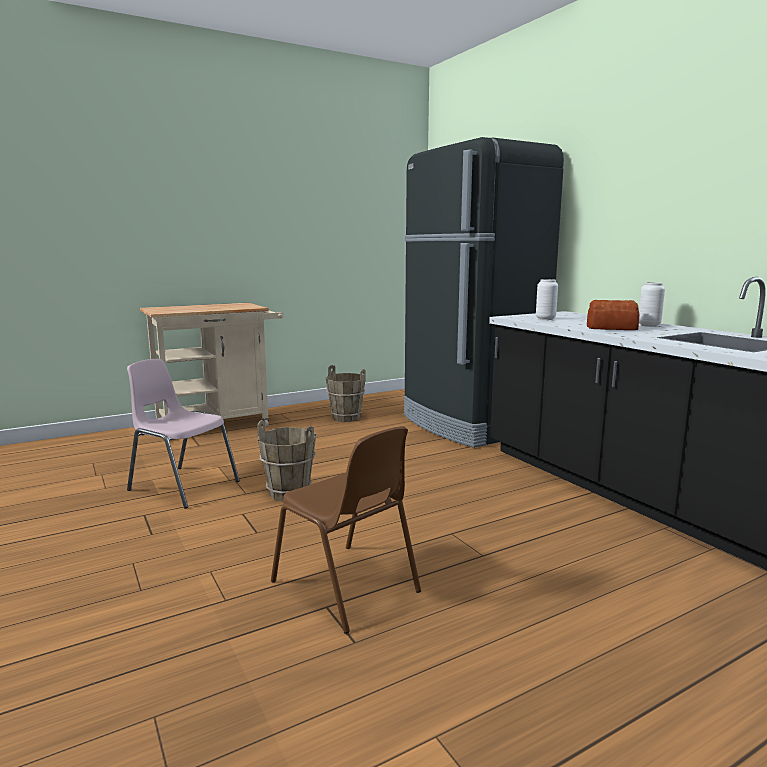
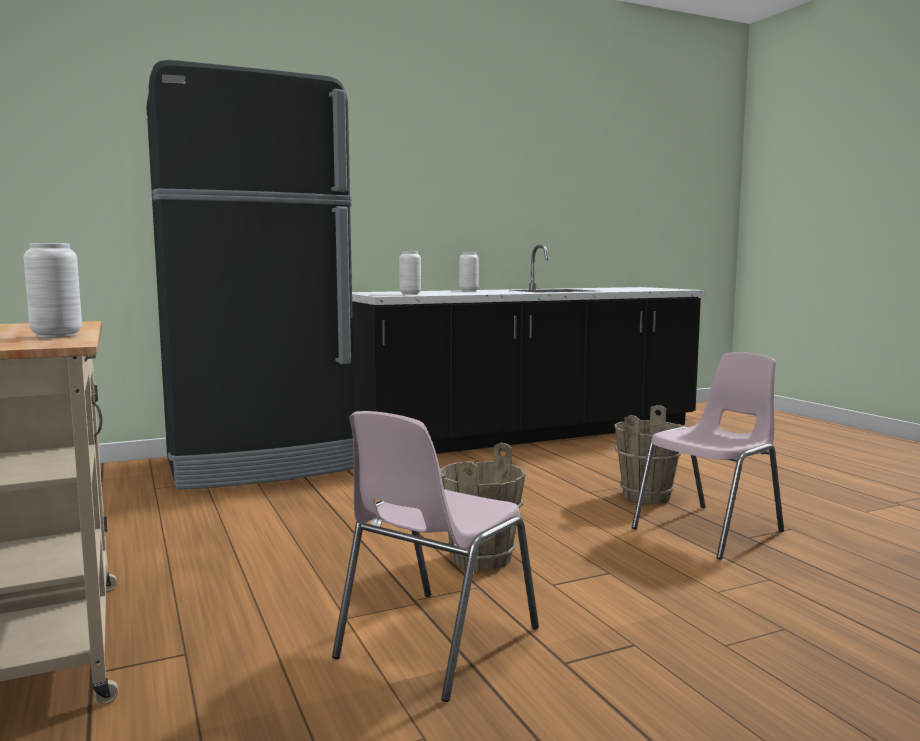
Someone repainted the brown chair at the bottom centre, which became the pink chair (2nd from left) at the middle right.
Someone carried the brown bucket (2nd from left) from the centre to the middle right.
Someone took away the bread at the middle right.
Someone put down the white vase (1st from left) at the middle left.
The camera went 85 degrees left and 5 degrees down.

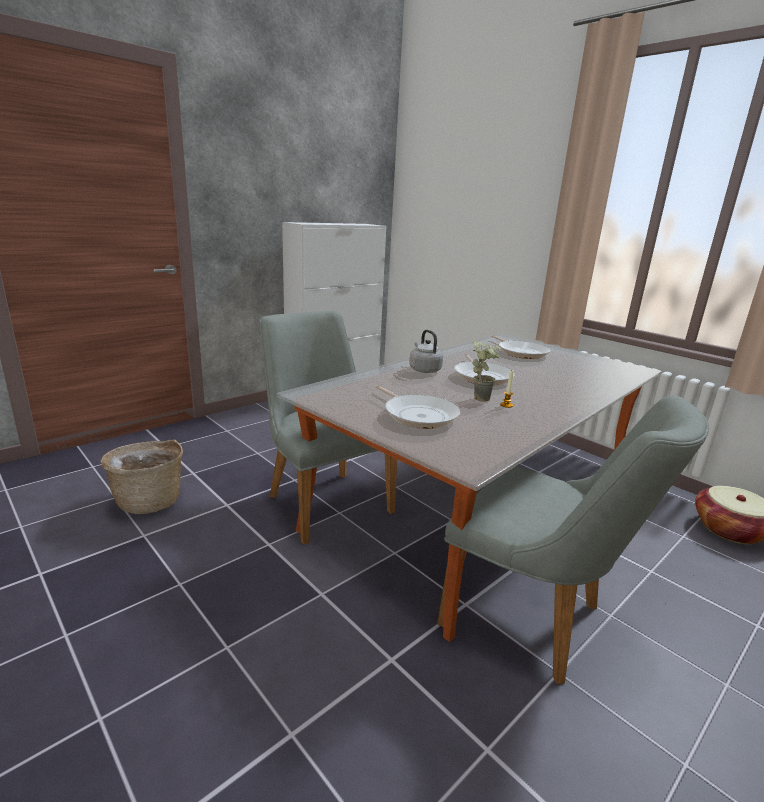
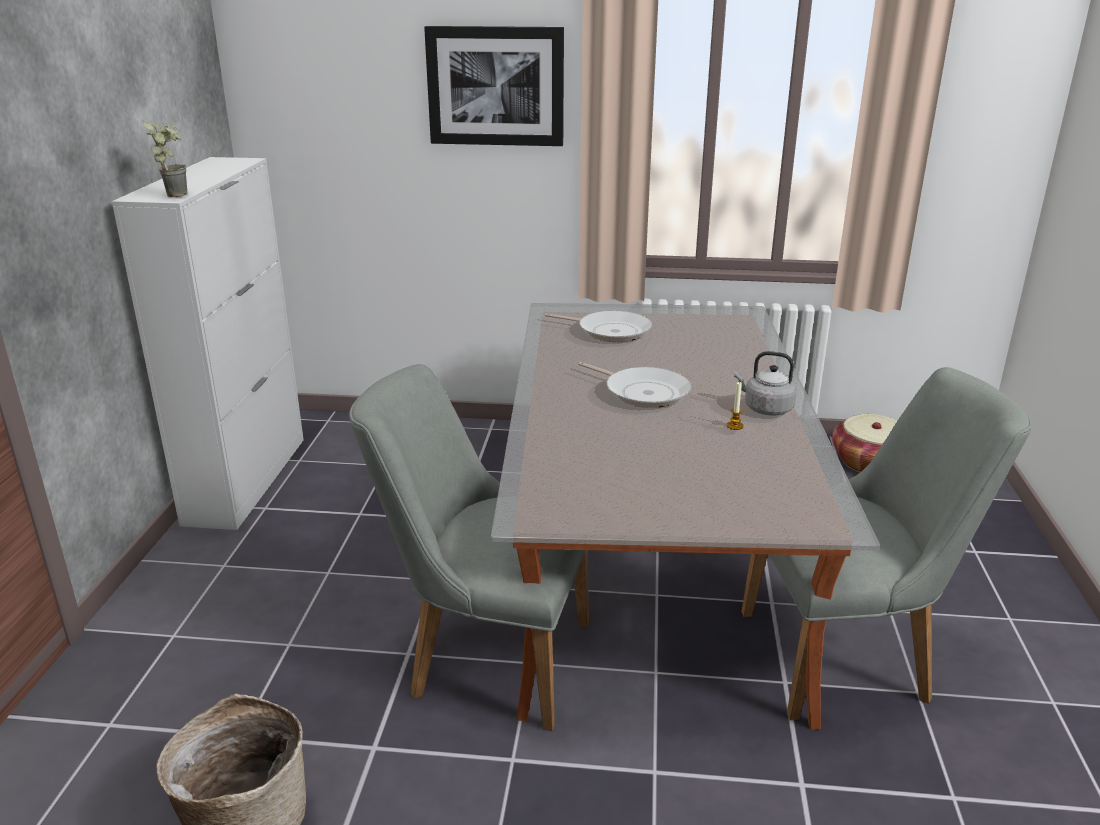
Someone took away the frying pan (1st from left) at the centre.
Someone carried the grey kettle from the centre to the middle right.
Someone carried the potted plant from the centre to the top left.
Someone put up the picture at the top centre.
The camera went 40 degrees left and 5 degrees up.

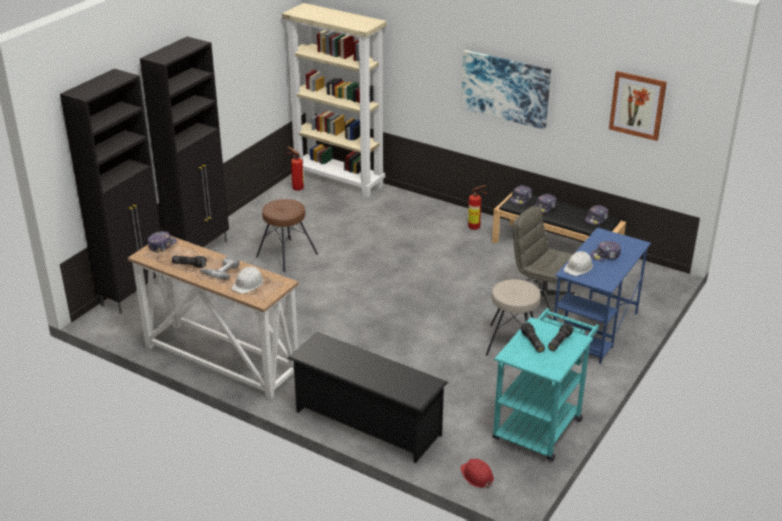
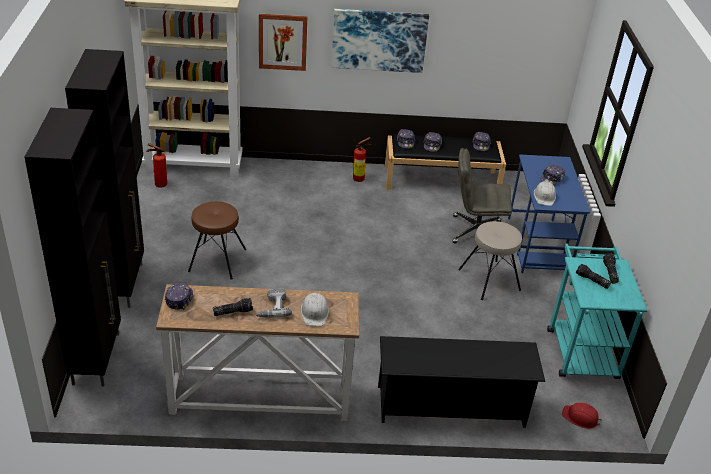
Someone carried the picture (2nd from left in the first image) from the top right to the top centre.
The camera went 35 degrees left and 5 degrees up.

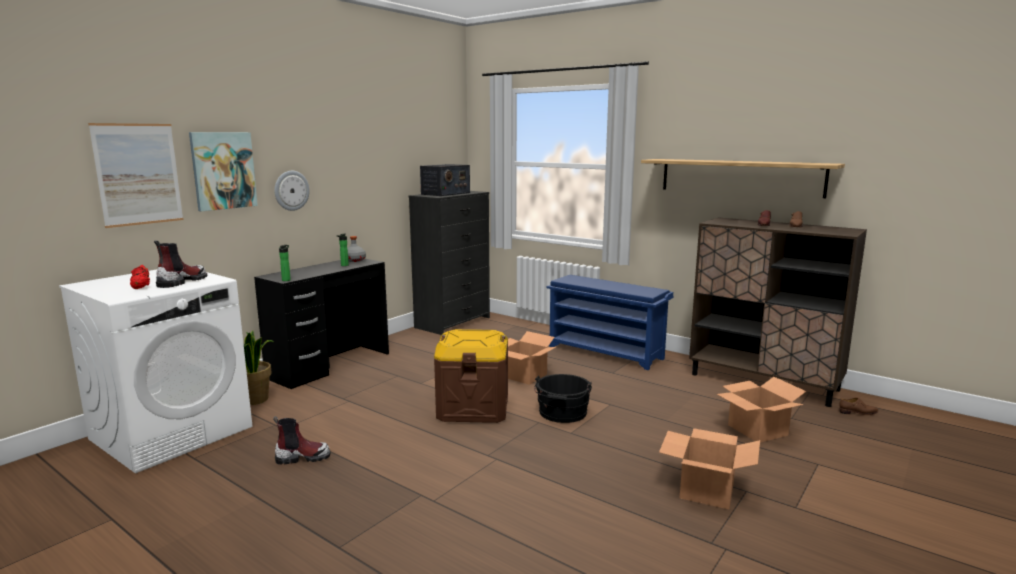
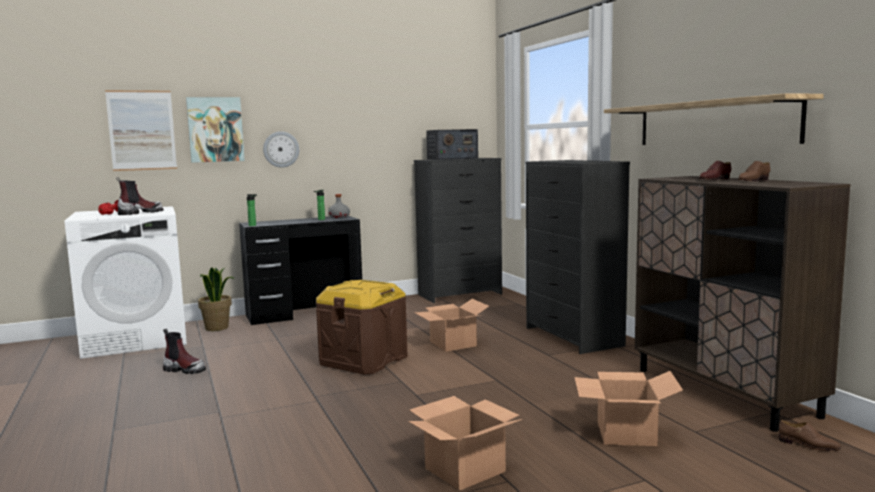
Someone took away the black bucket at the bottom centre.
Someone swapped the blue shoe rack at the centre for the black dresser (2nd from left) at the centre.
The camera went 30 degrees right and 5 degrees down.

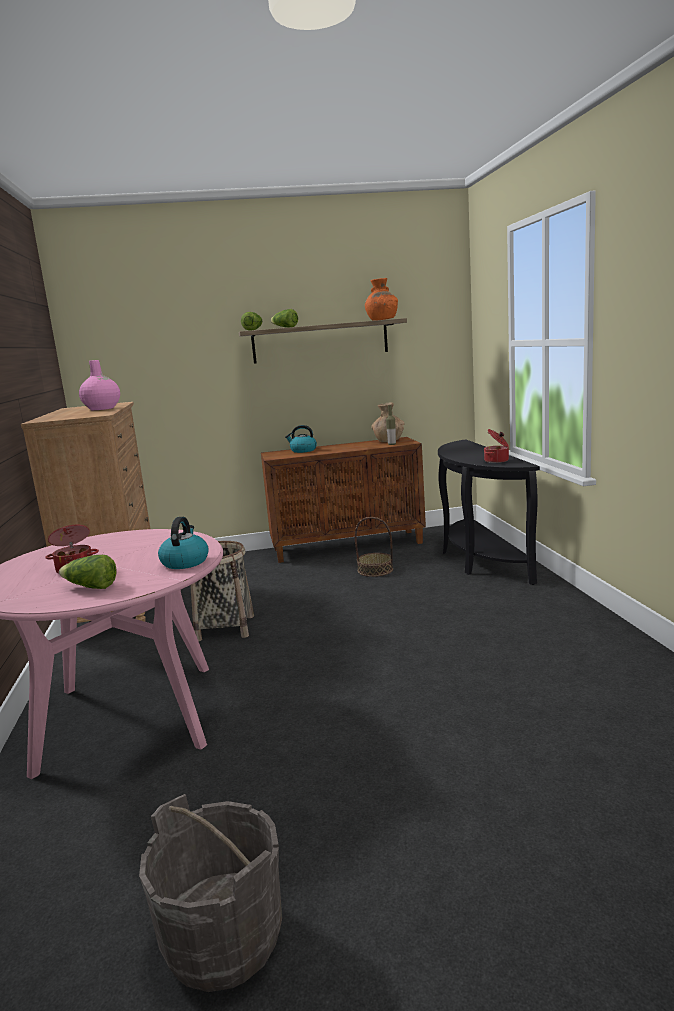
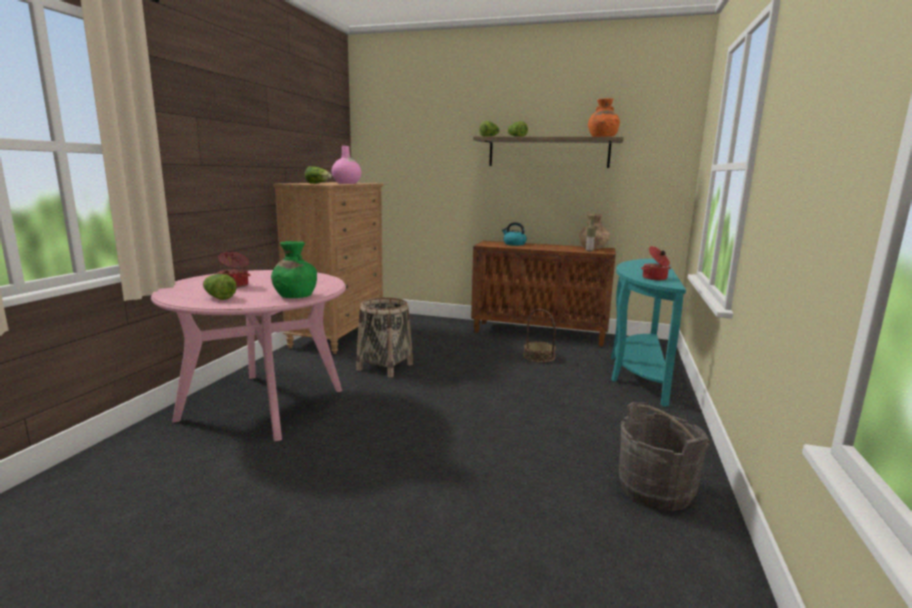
Someone carried the grey bucket from the bottom left to the bottom right.
Someone swapped the kettle (1st from left) at the middle left for the green vase at the middle left.
Someone repainted the black console table at the middle right, which became the turquoise console table at the middle right.
Someone put down the lettuce (2nd from left) at the top centre.
The camera went 25 degrees right and 0 degrees up.

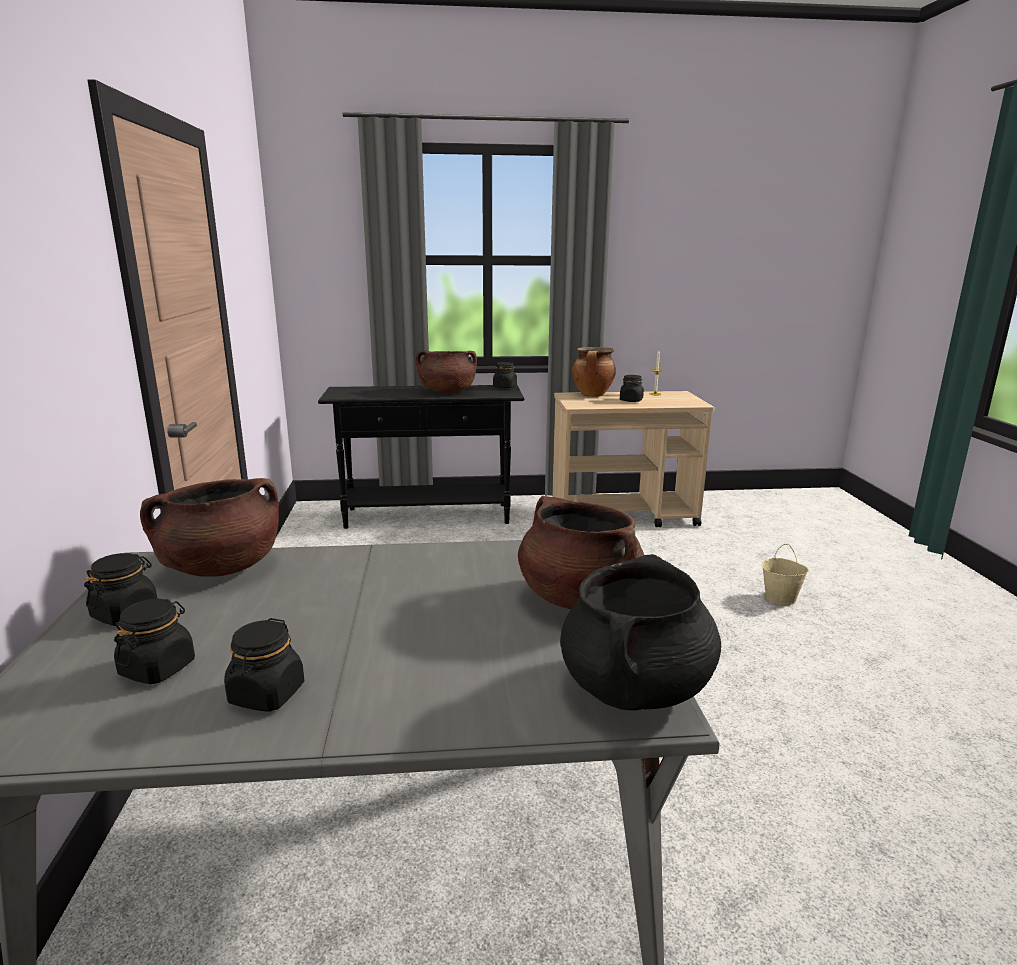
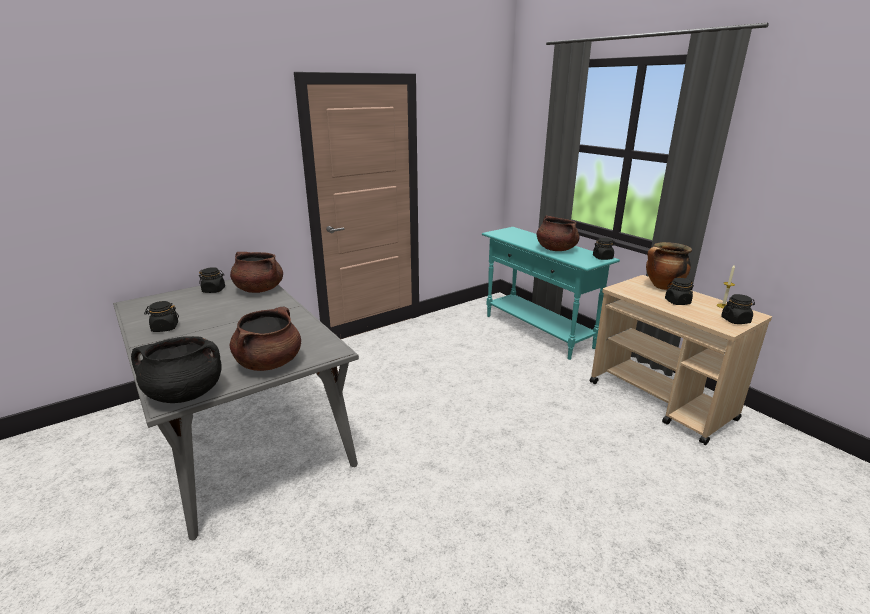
Someone carried the black jar (2nd from left in the first image) from the middle left to the middle right.
Someone repainted the black console table at the centre, which became the turquoise console table at the centre.
Someone took away the beige bucket at the middle right.
The camera went 60 degrees right and 5 degrees up.

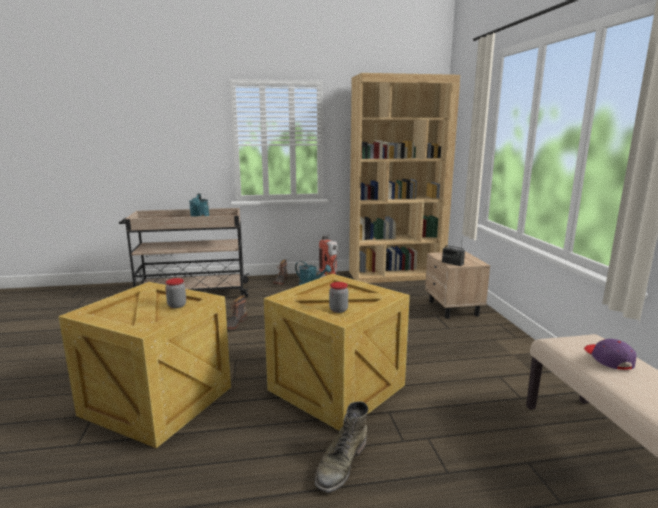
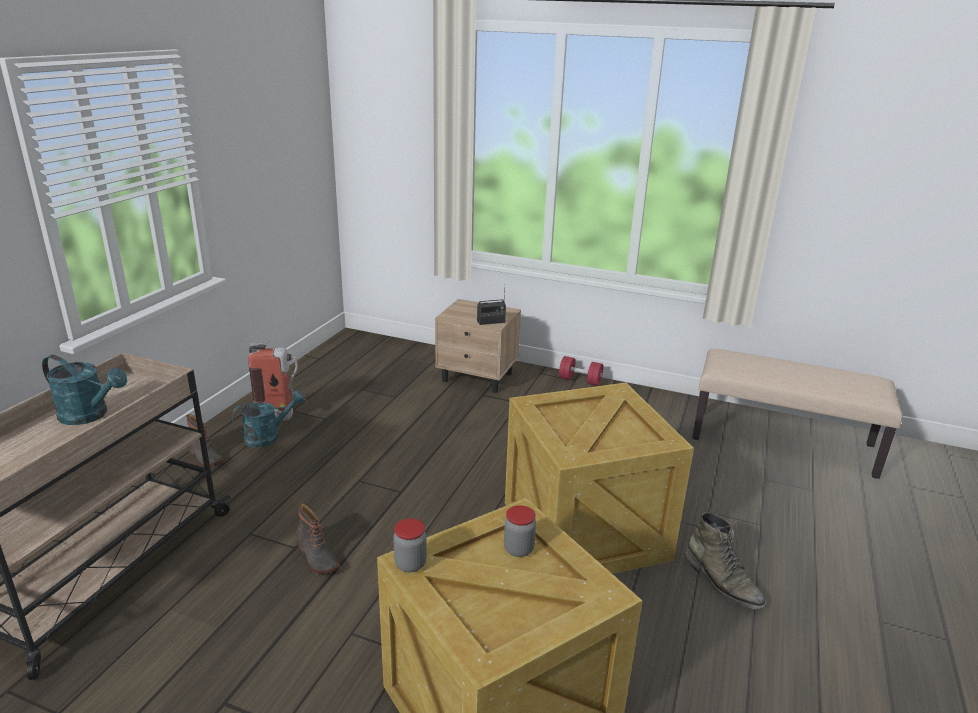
Someone carried the jar (2nd from left in the first image) from the centre to the bottom centre.
Someone took away the brown bookcase at the centre.
Someone took away the purple cap at the bottom right.
Someone put down the red dumbbell at the centre.
The camera went 60 degrees left and 10 degrees up.

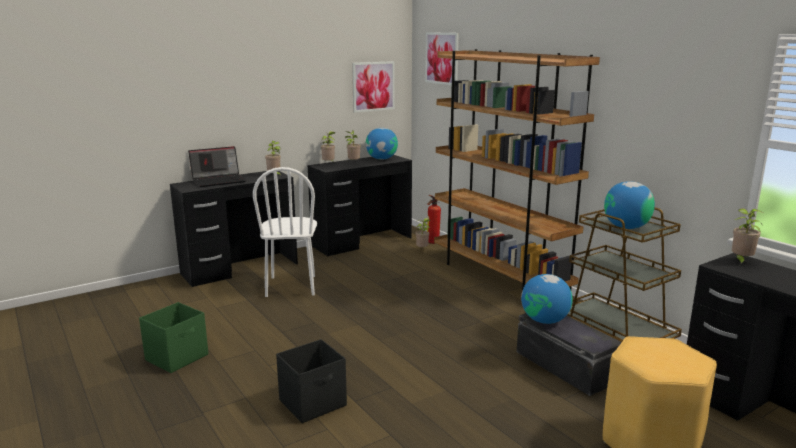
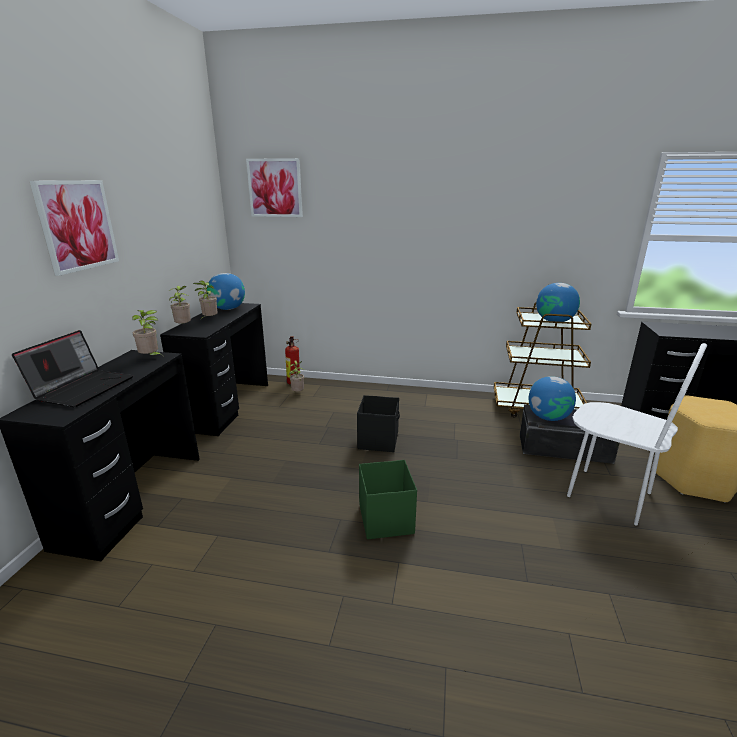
Someone carried the green storage box from the bottom left to the bottom centre.
Someone carried the white chair from the centre to the middle right.
Someone carried the black storage box (1st from left) from the bottom centre to the centre.
Someone carried the picture (1st from left) from the top centre to the top left.
Someone took away the brown bookcase at the centre.
Someone took away the potted plant (5th from left) at the middle right.
The camera went 45 degrees left and 5 degrees up.

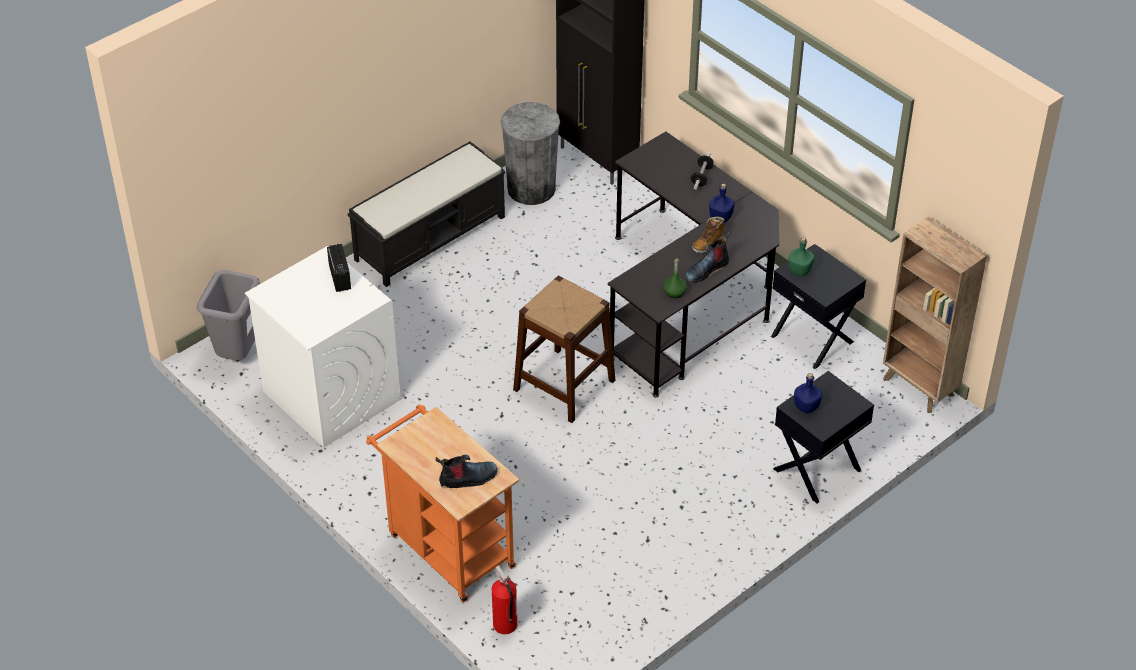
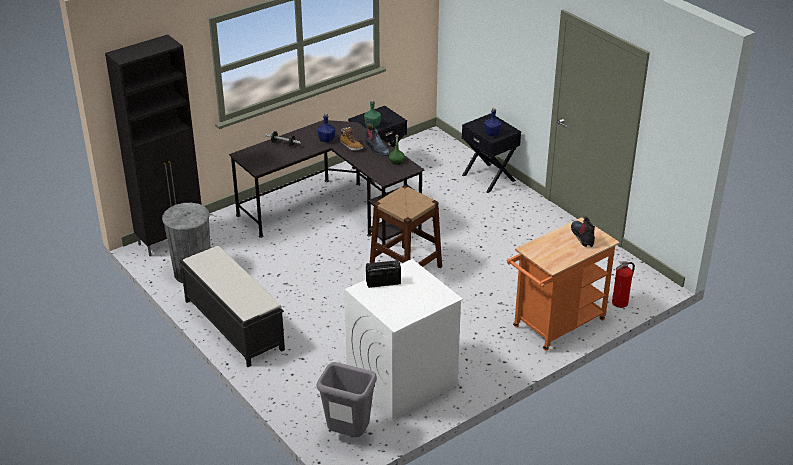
Someone took away the brown bookcase at the middle right.
The camera went 85 degrees left and 10 degrees down.

